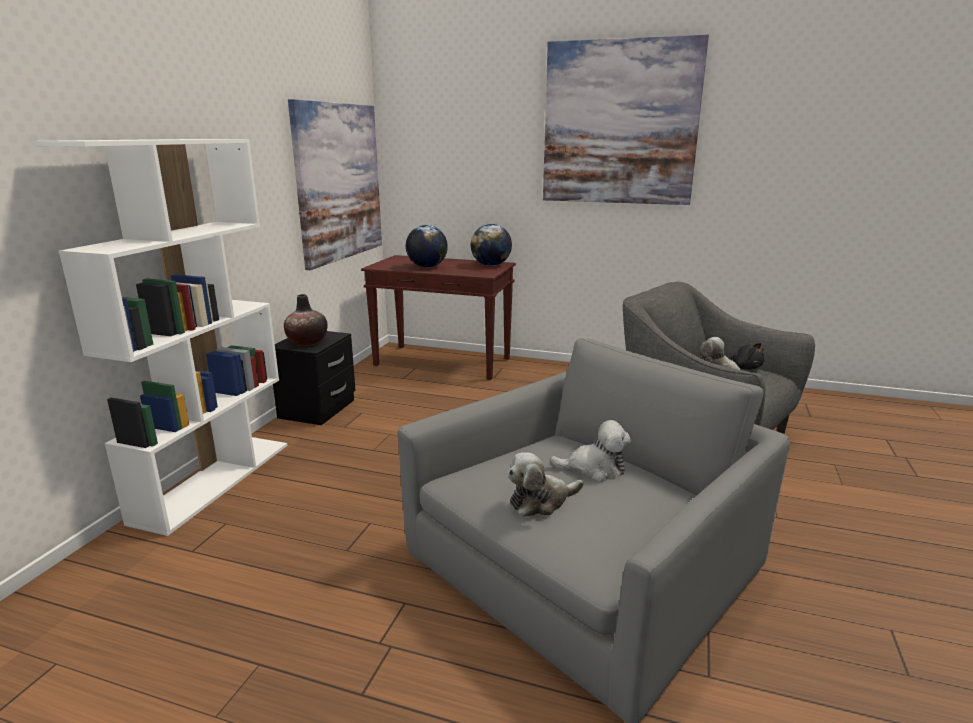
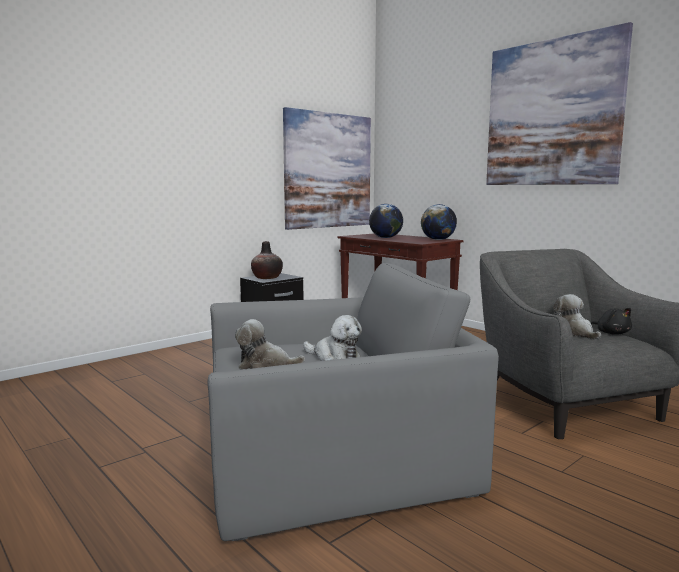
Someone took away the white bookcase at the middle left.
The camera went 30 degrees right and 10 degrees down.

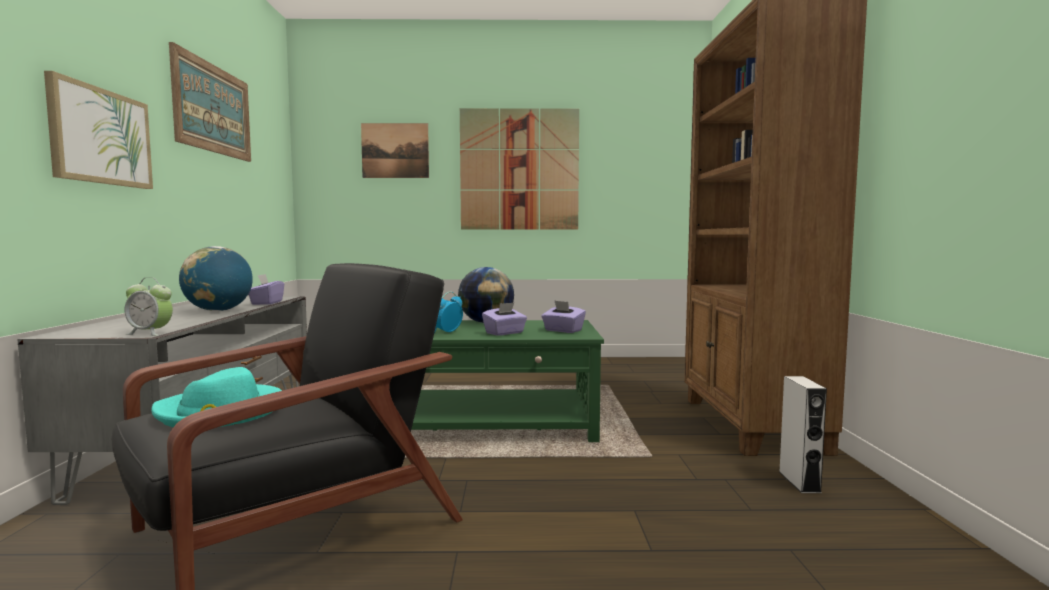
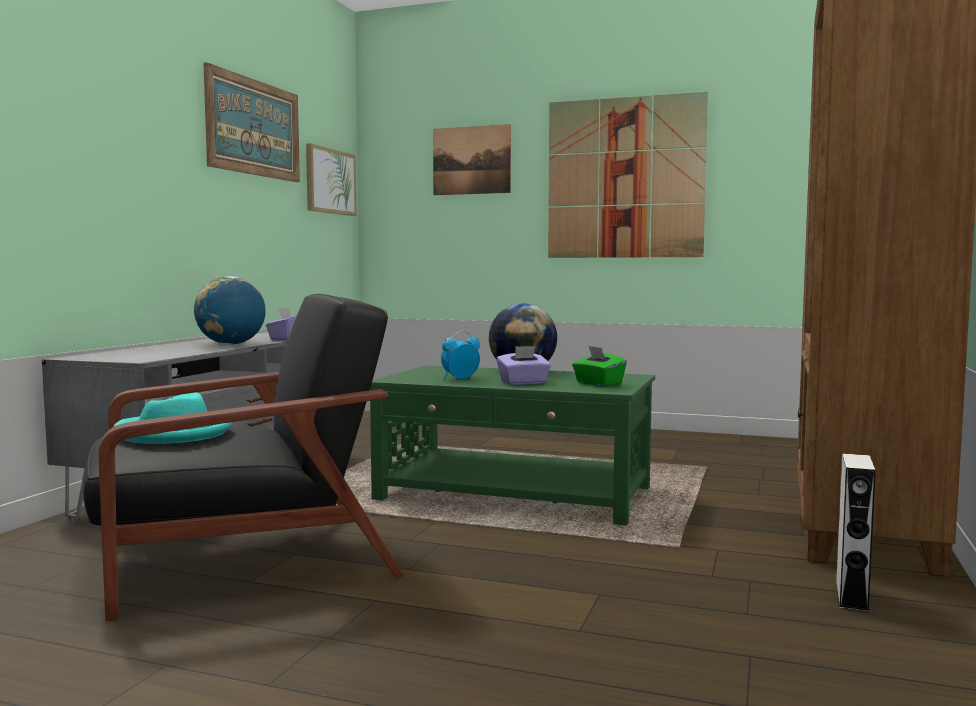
Someone carried the picture (1st from left in the first image) from the top left to the top centre.
Someone took away the alarm clock (1st from left) at the middle left.
Someone repainted the purple tissue box (3rd from left) at the centre, which became the green tissue box at the centre.
The camera went 20 degrees right and 0 degrees up.

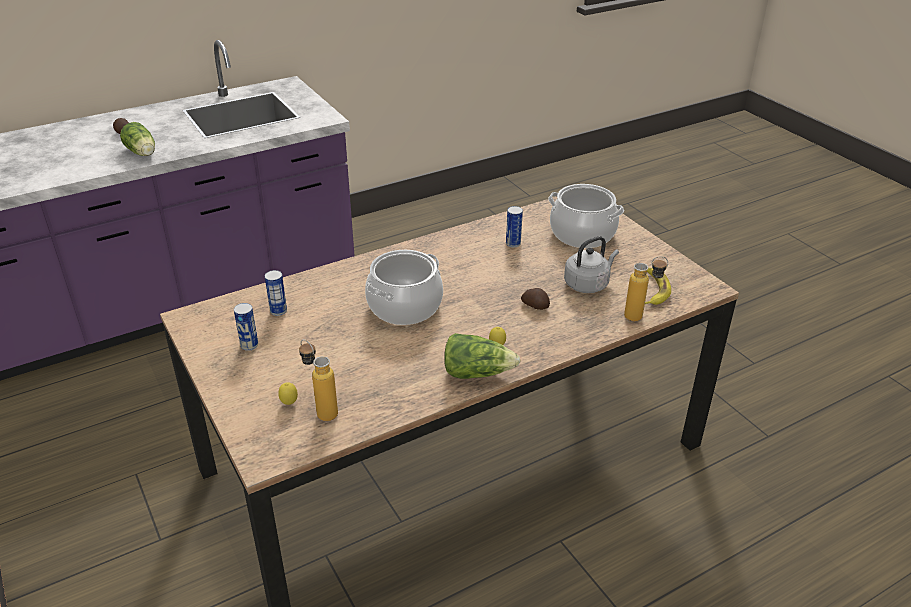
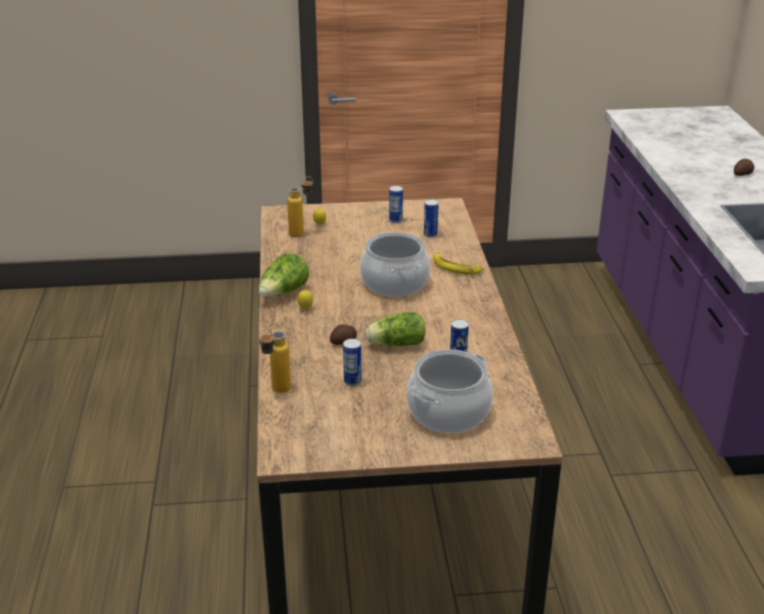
Someone carried the lettuce (1st from left in the first image) from the top left to the centre.
Someone swapped the grey kettle at the centre for the can (1st from left) at the centre.
Someone carried the banana from the middle right to the centre.
The camera went 115 degrees right and 5 degrees down.

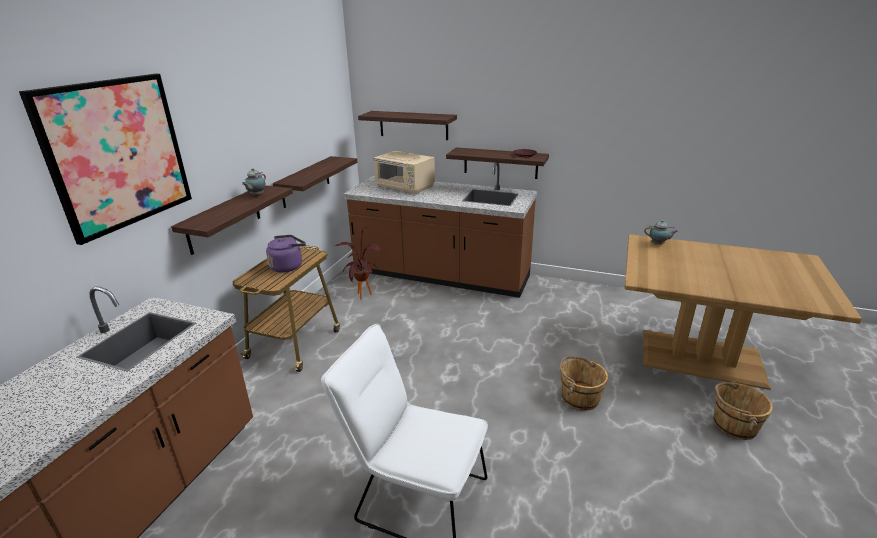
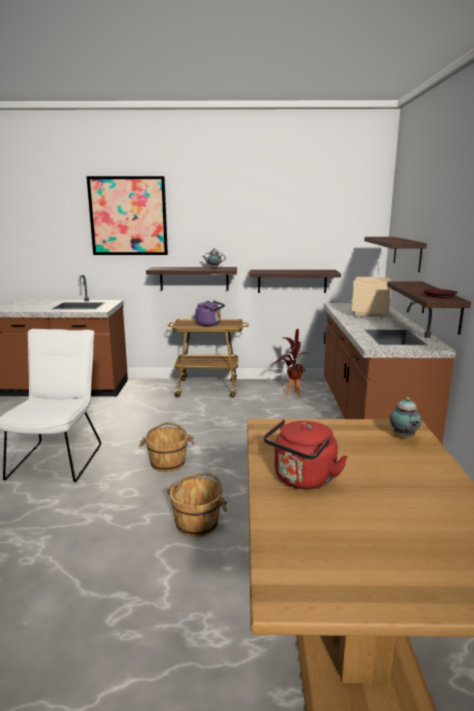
Someone carried the brown bucket (2nd from left in the first image) from the bottom right to the centre.
Someone put down the red kettle at the centre.
The camera went 70 degrees right and 10 degrees down.

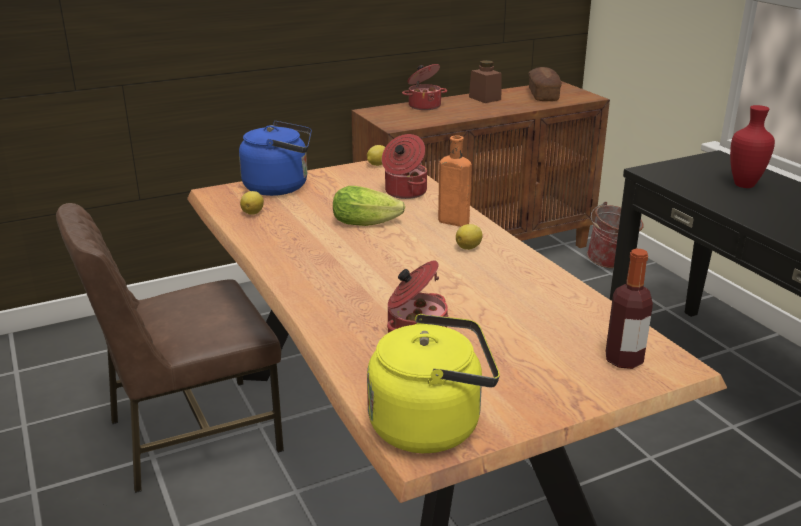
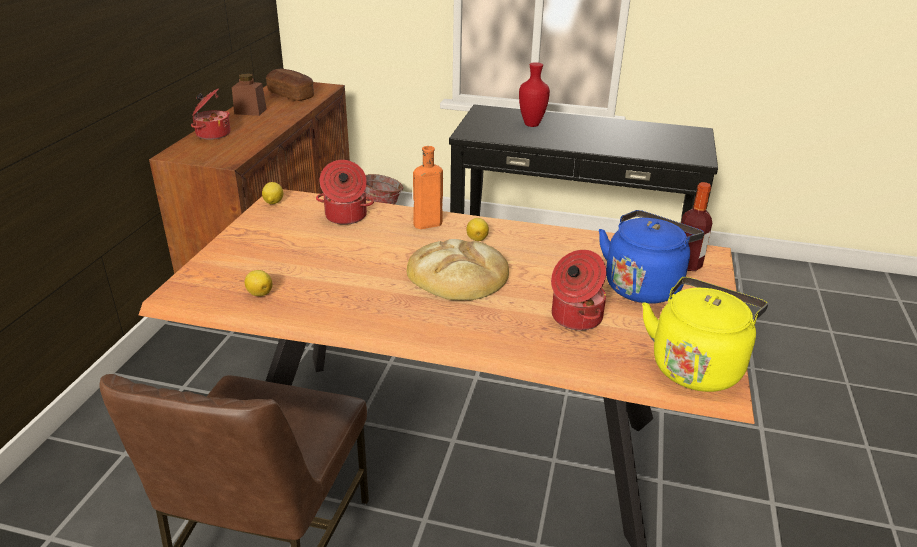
Someone carried the blue kettle from the top centre to the middle right.
Someone took away the lettuce at the centre.
Someone put down the bread (2nd from left) at the centre.
The camera went 50 degrees left and 5 degrees up.

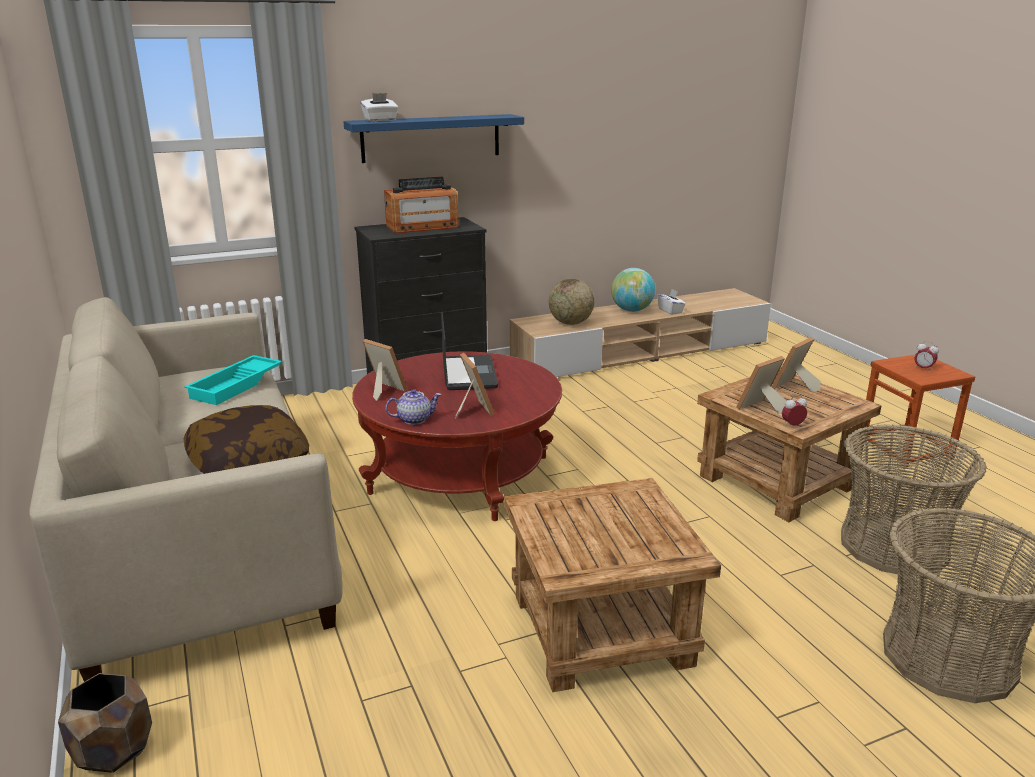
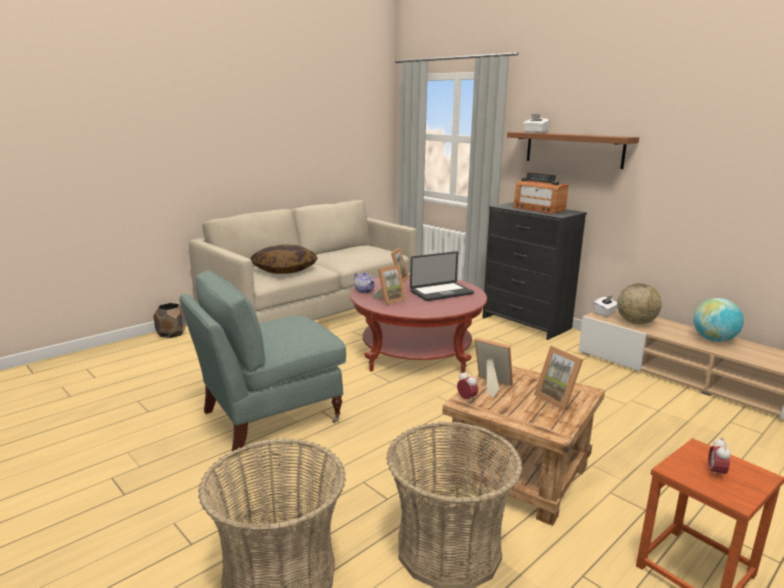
Someone took away the turquoise tray at the middle left.
Someone repainted the blue shelf at the top centre, which became the brown shelf at the top right.
Someone swapped the brown side table (1st from left) at the bottom centre for the grey armchair at the centre.
Someone carried the white tissue box (2nd from left) from the centre to the middle right.
Someone rotated the picture frame (4th from left) at the middle right by 150 degrees counterclockwise.
The camera went 70 degrees right and 5 degrees down.

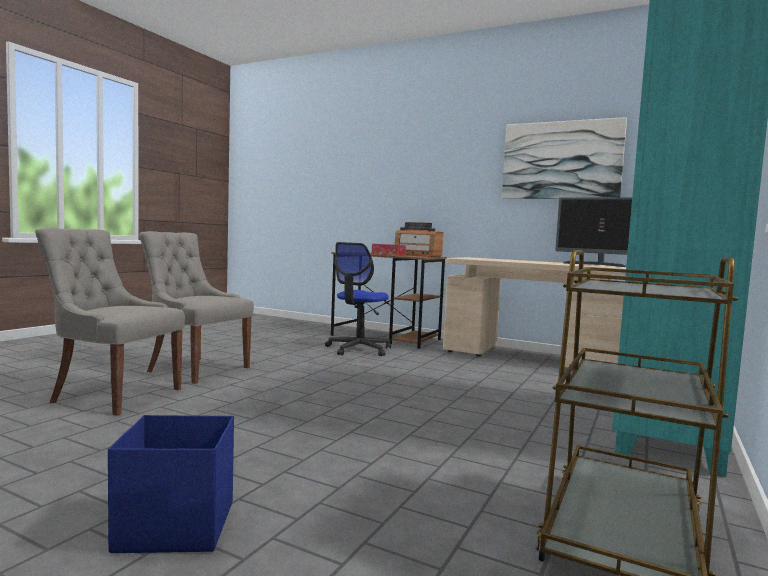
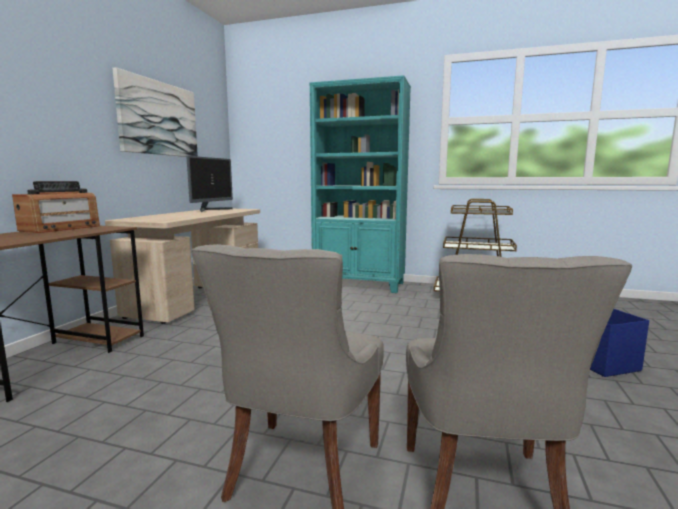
Someone took away the office chair at the centre.
Someone took away the tissue box at the centre.
The camera went 100 degrees left and 5 degrees up.

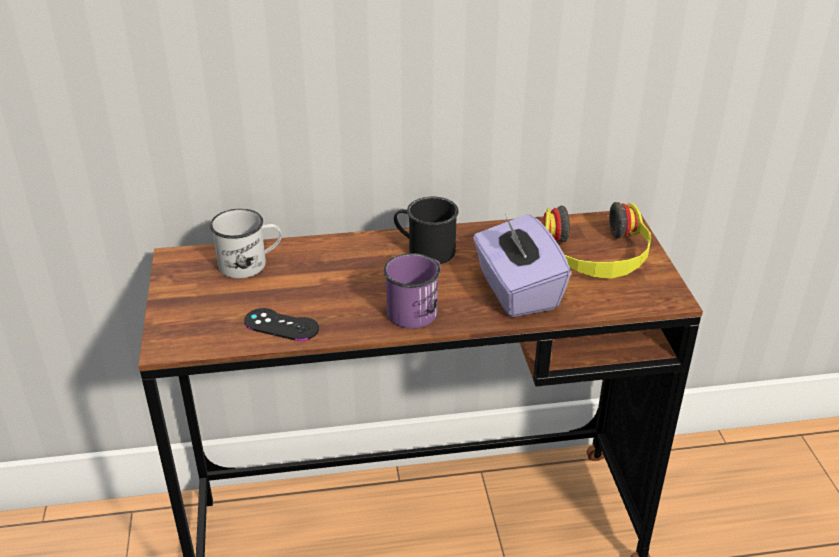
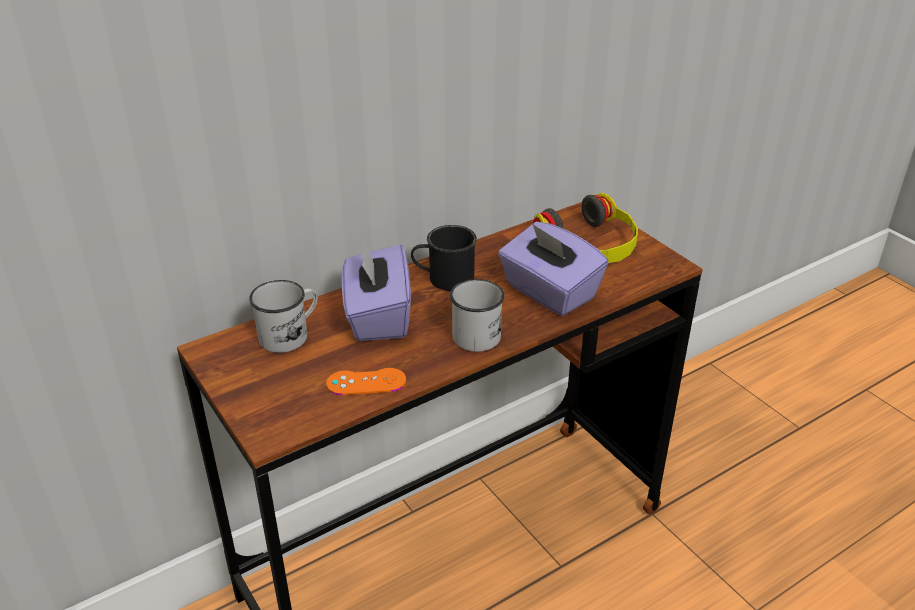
Someone repainted the black game controller at the centre, which became the orange game controller at the centre.
Someone repainted the purple mug at the centre, which became the white mug (2nd from left) at the centre.
Someone put down the purple tissue box (1st from left) at the centre.
The camera went 25 degrees left and 0 degrees up.

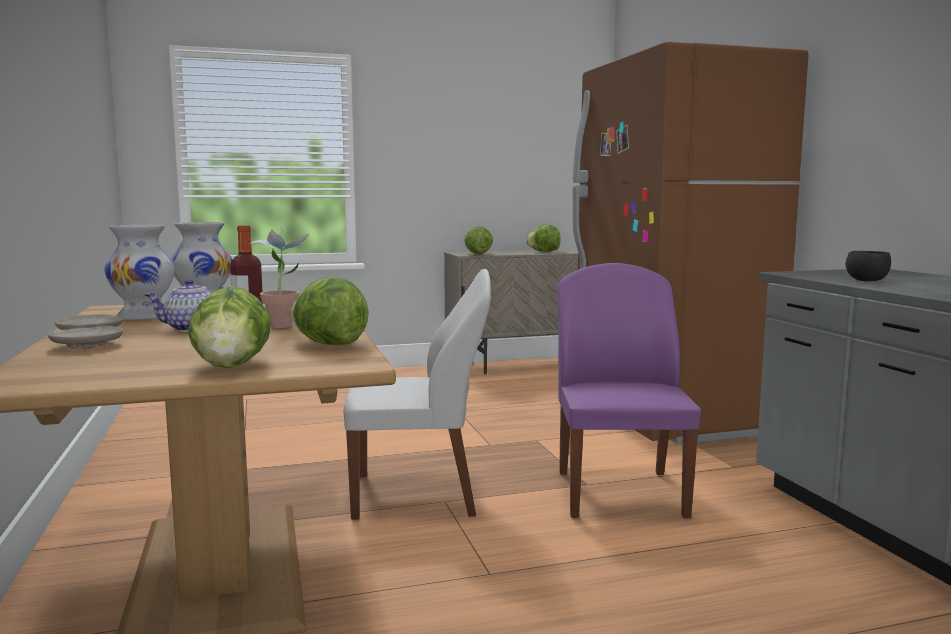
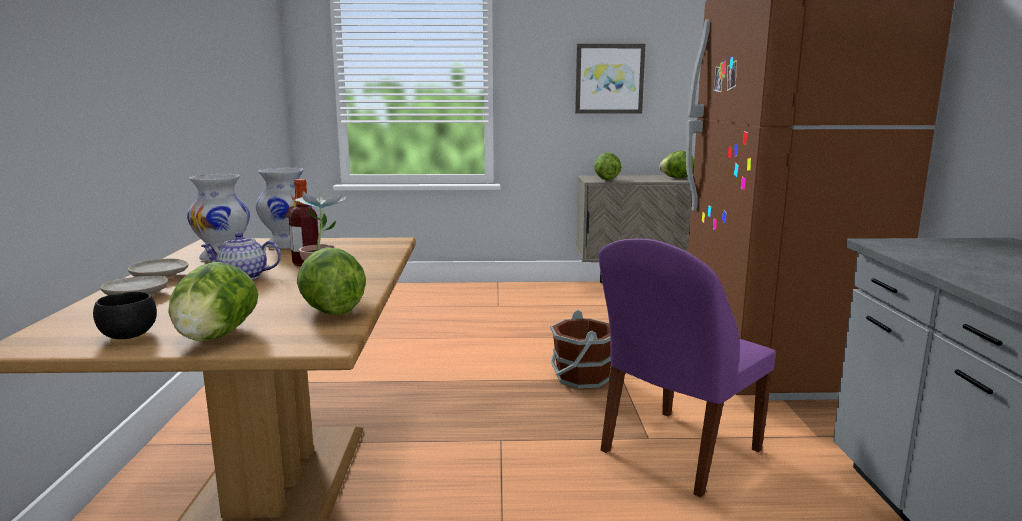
Someone took away the white chair at the centre.
Someone rotated the purple chair at the centre by 150 degrees counterclockwise.
Someone carried the black bowl from the middle right to the middle left.
Someone put down the brown bucket at the bottom centre.
Someone put up the picture at the top centre.
The camera went 15 degrees right and 5 degrees up.

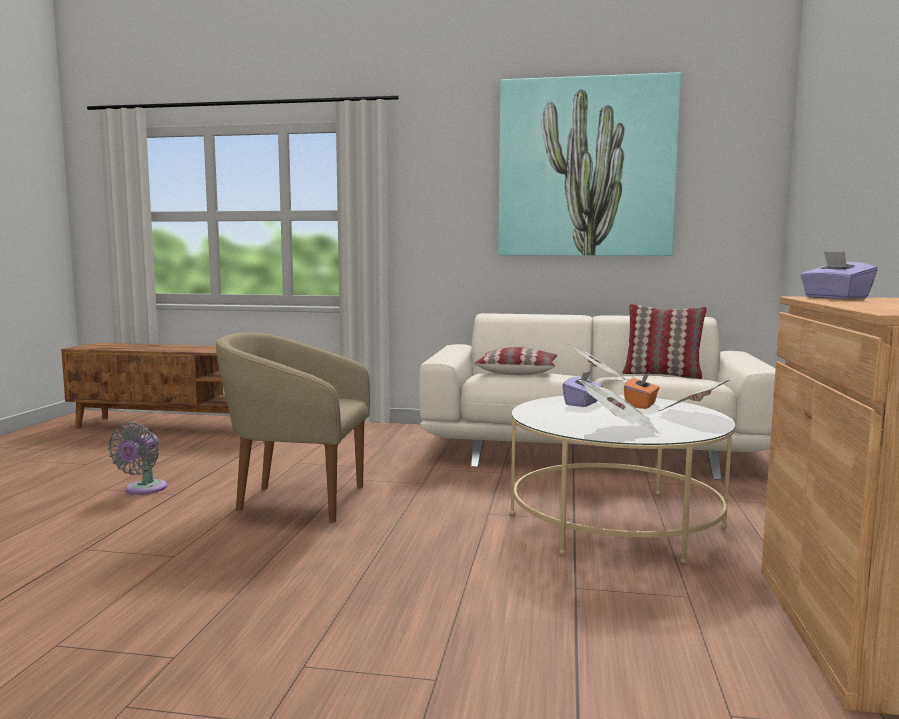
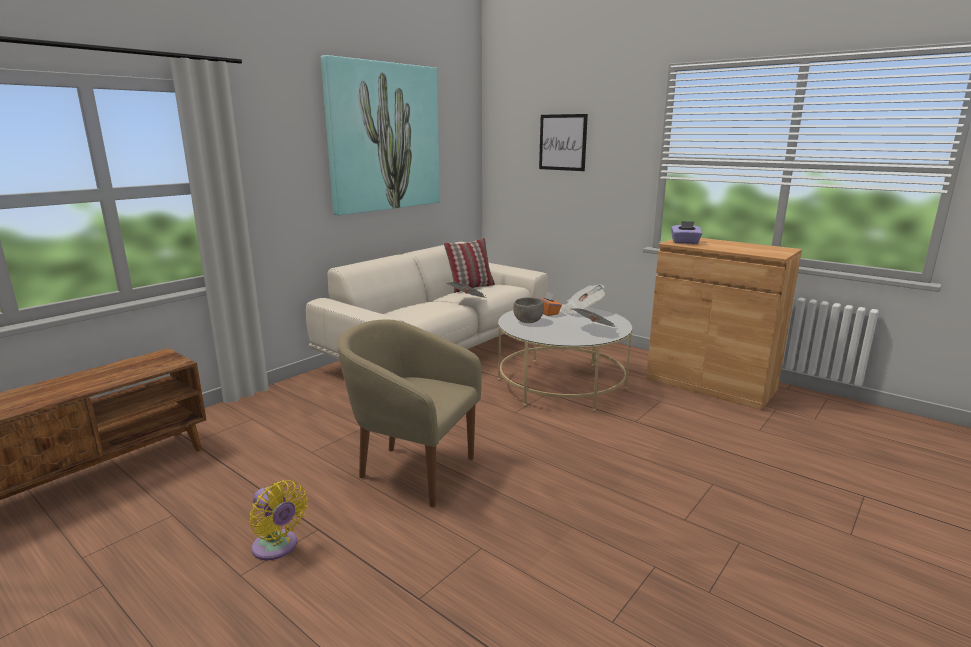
Someone repainted the grey fan at the middle left, which became the yellow fan at the bottom left.
Someone rotated the beige armchair at the middle left by 75 degrees clockwise.
Someone took away the pillow (1st from left) at the centre.
Someone swapped the purple tissue box (1st from left) at the centre for the grey bowl at the centre.
Someone put up the picture (2nd from left) at the top centre.
The camera went 60 degrees left and 10 degrees up.

